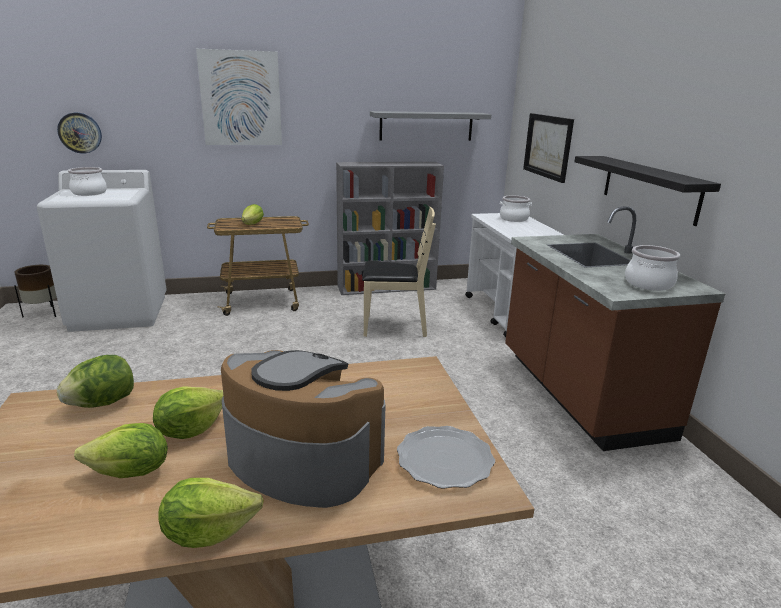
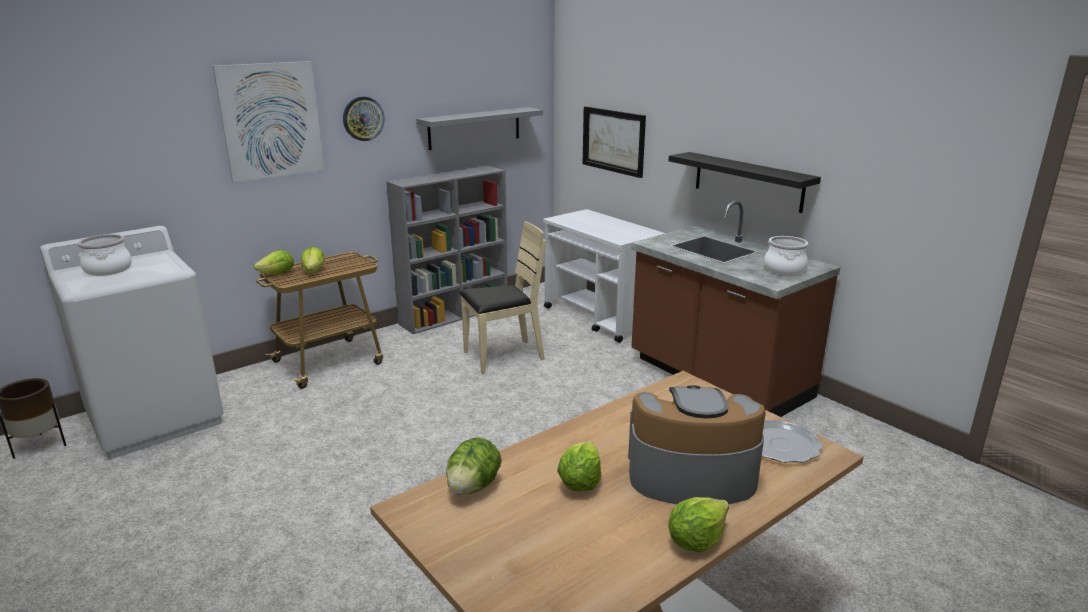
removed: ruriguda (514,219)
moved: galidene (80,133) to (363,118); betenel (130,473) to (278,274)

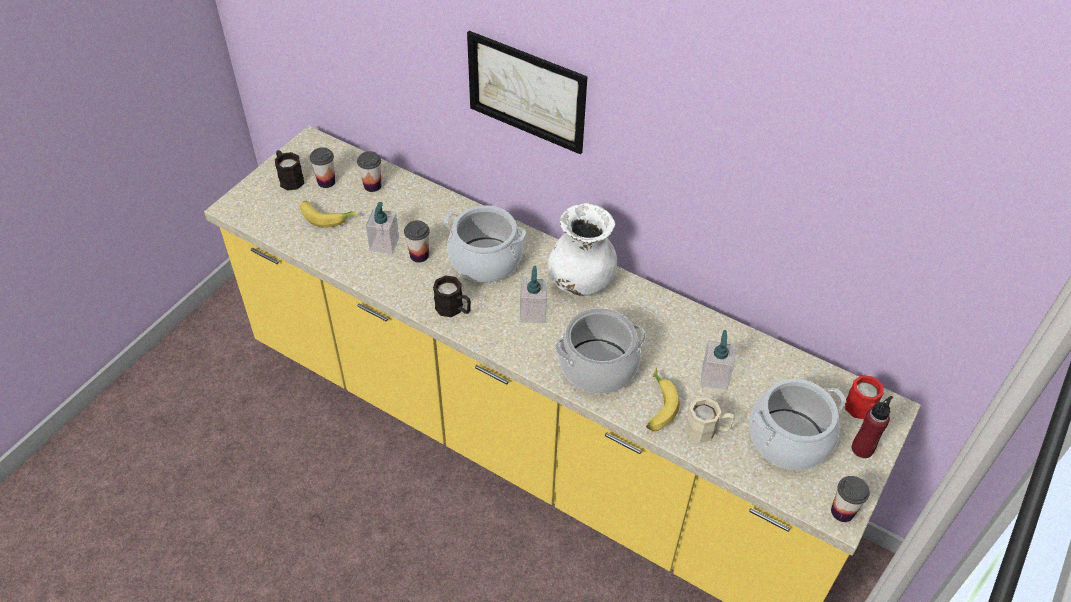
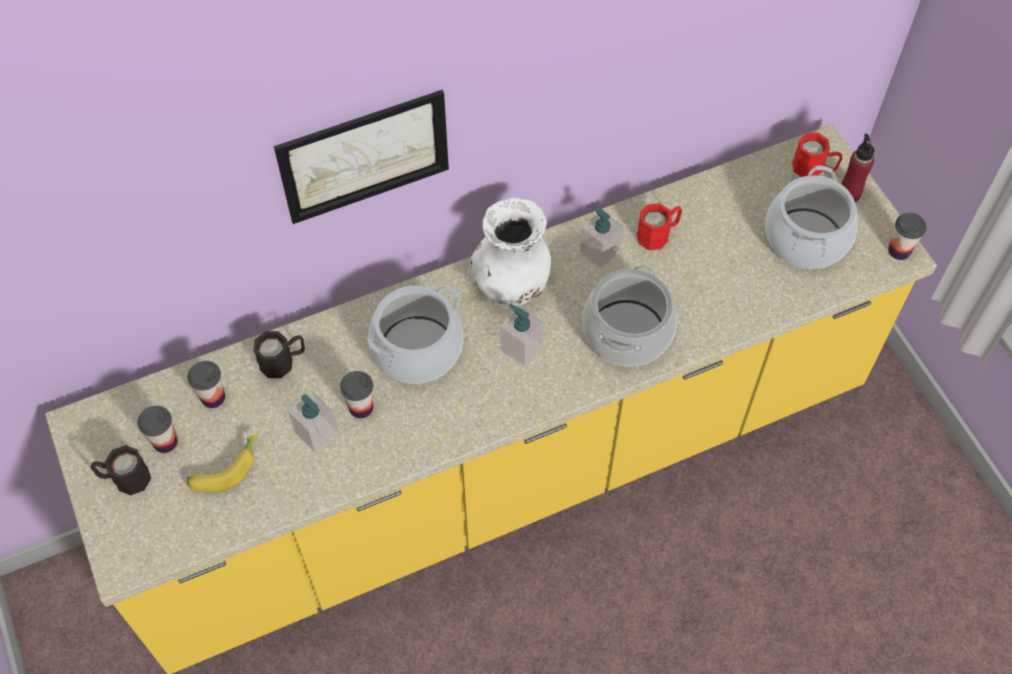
removed: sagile (656,406); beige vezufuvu (707,430)
added: red vezufuvu (658,234)
moved: black vezufuvu (454,309) to (283,361); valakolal (714,377) to (599,251)

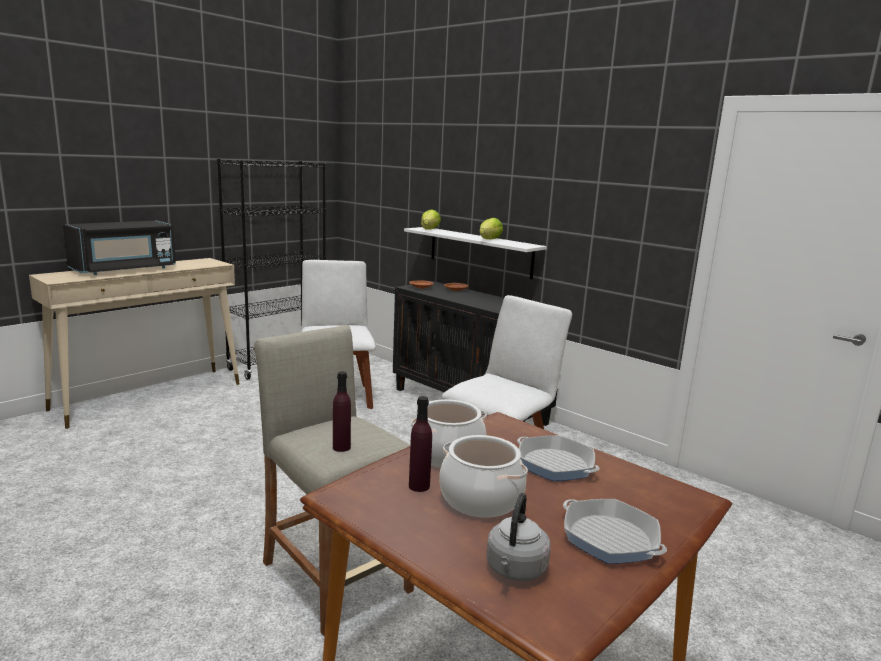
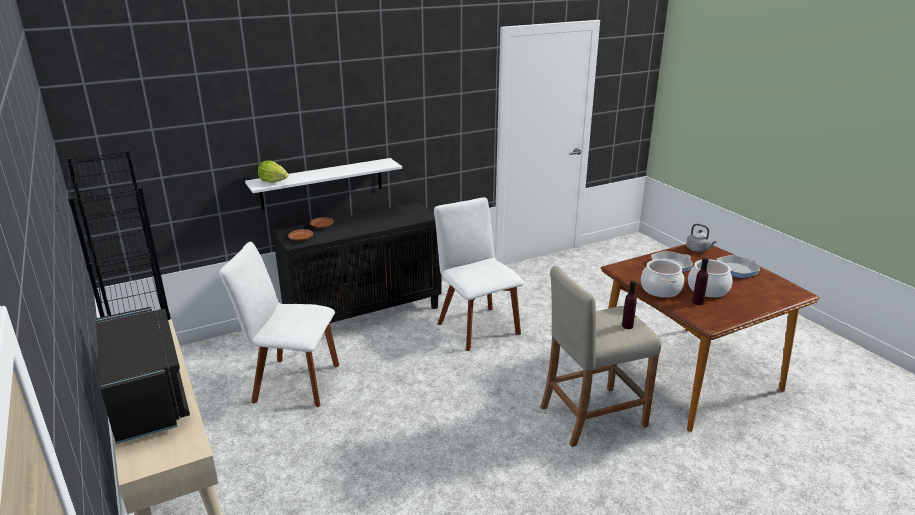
removed: betenel (489,240)
moved: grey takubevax (515,570) to (698,250)

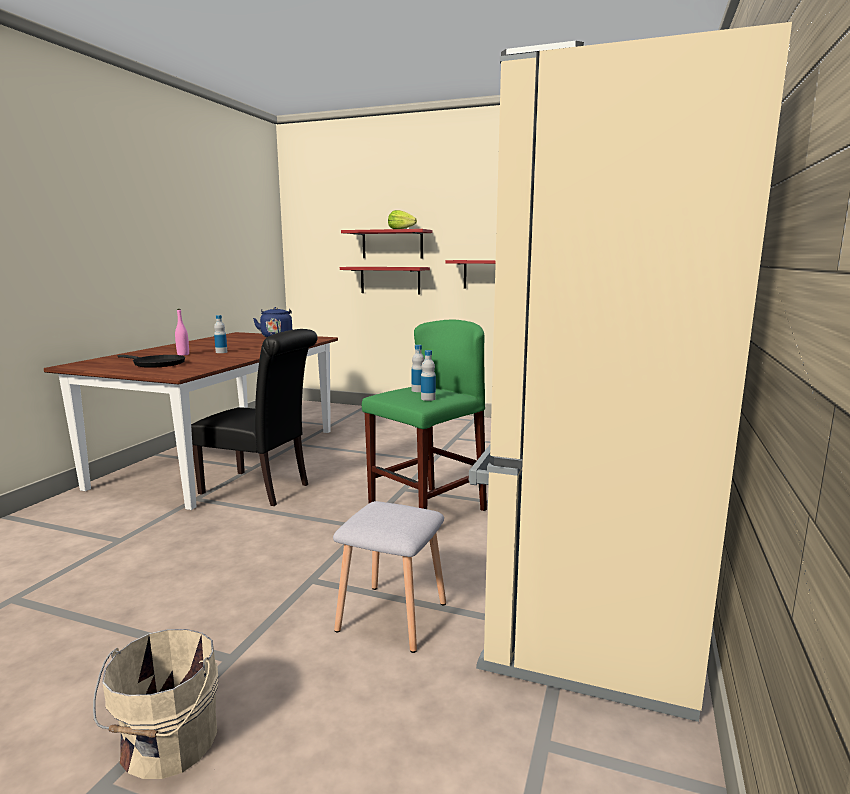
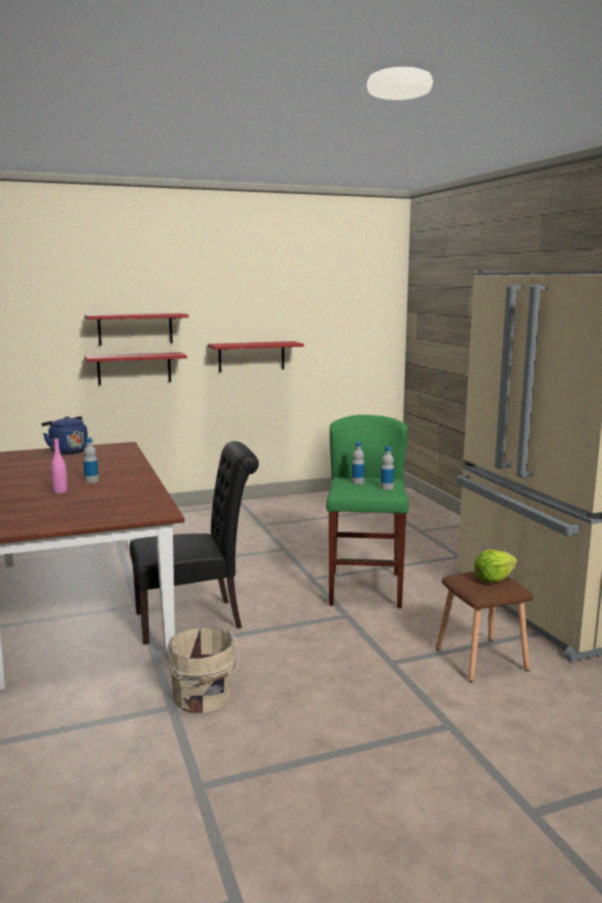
removed: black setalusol (156,364)
moved: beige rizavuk (167,744) to (203,698); betenel (400,229) to (493,579)
recoloured: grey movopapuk (392,618) to brown movopapuk (482,660)

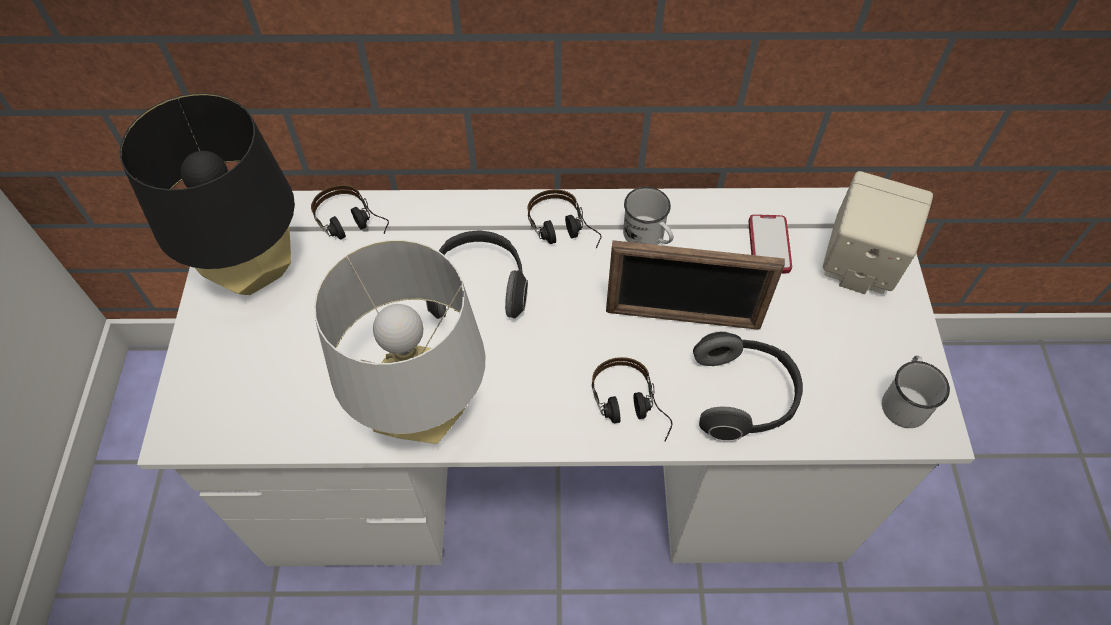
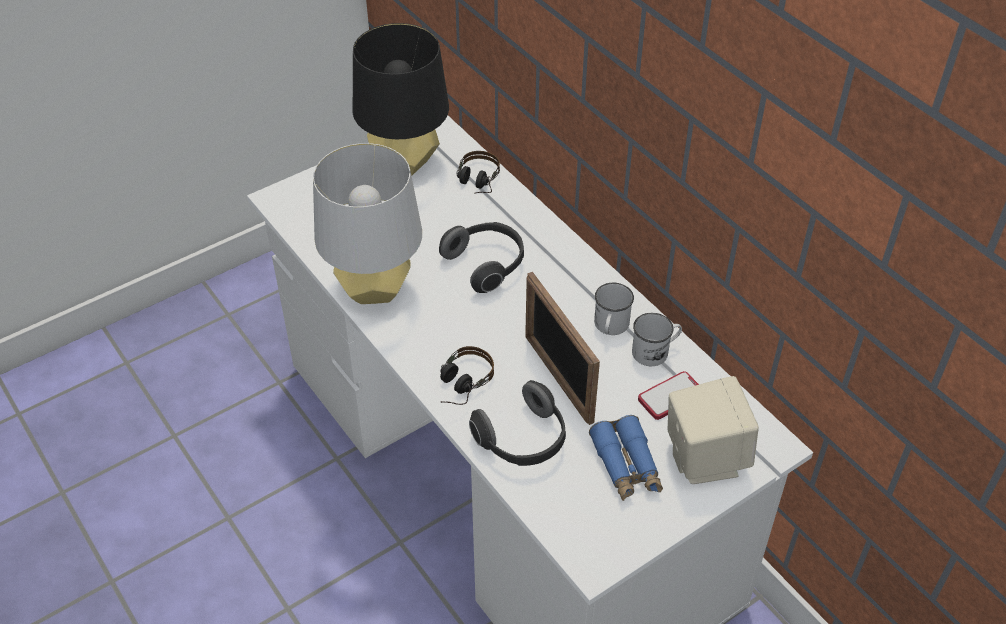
removed: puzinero (564,234)
added: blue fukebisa (626,466)
moved: white vezufuvu (904,400) to (655,351)

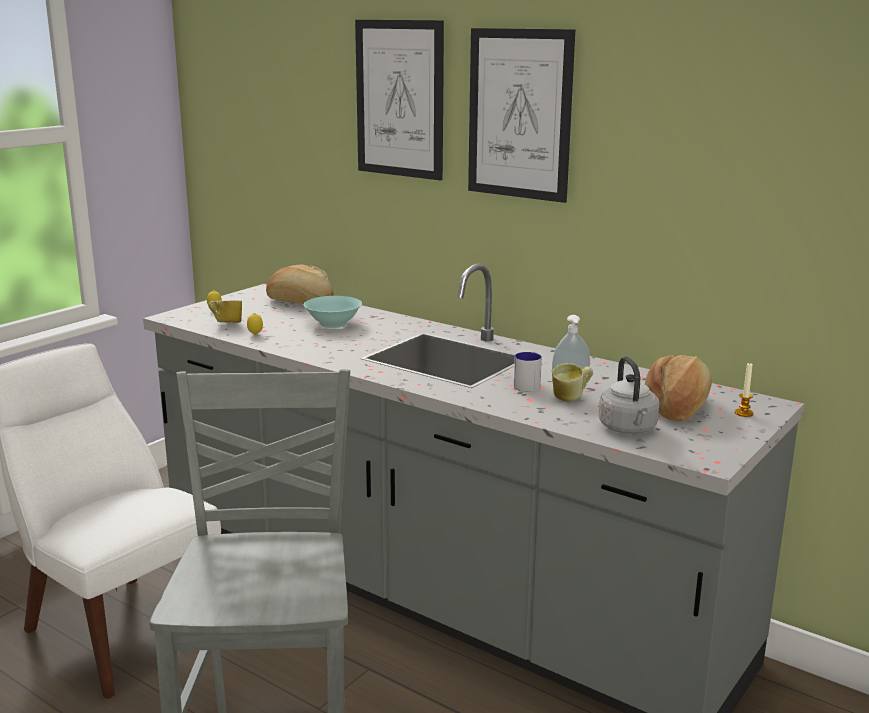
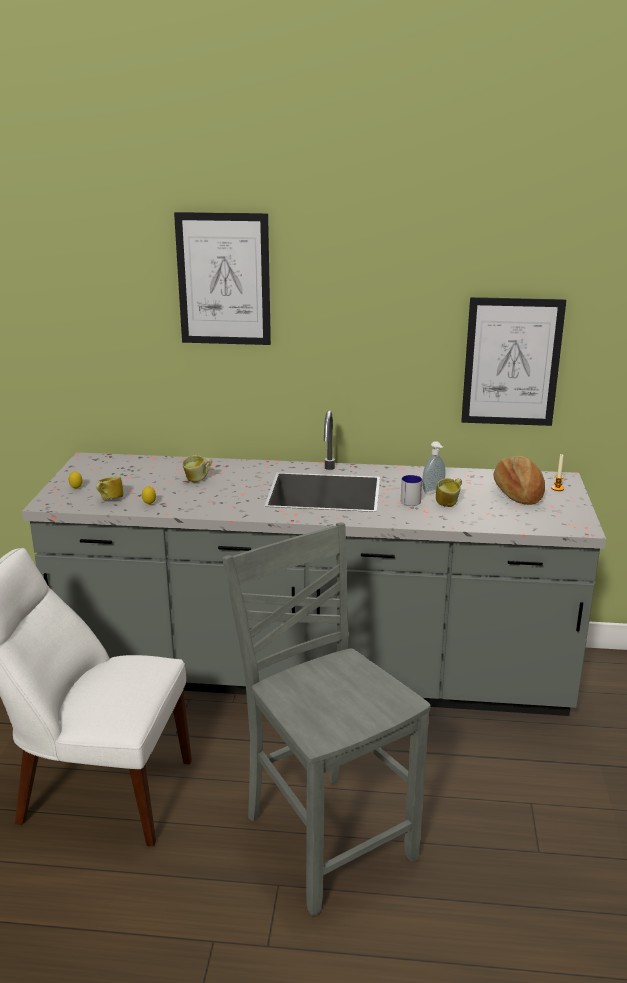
removed: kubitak (300,302); grey takubevax (628,429)
moved: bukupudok (519,114) to (511,362)
replaced: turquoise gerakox (334,324) to vezufuvu (198,480)

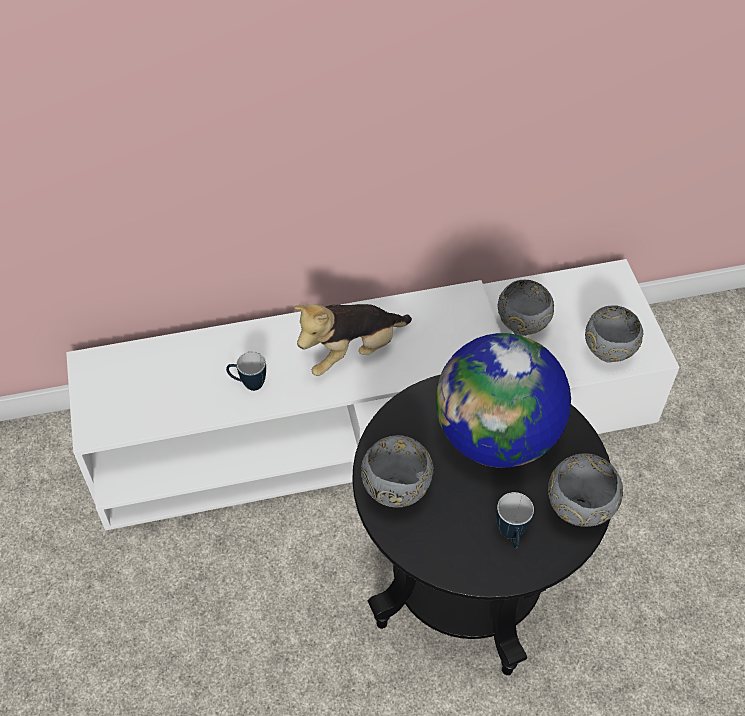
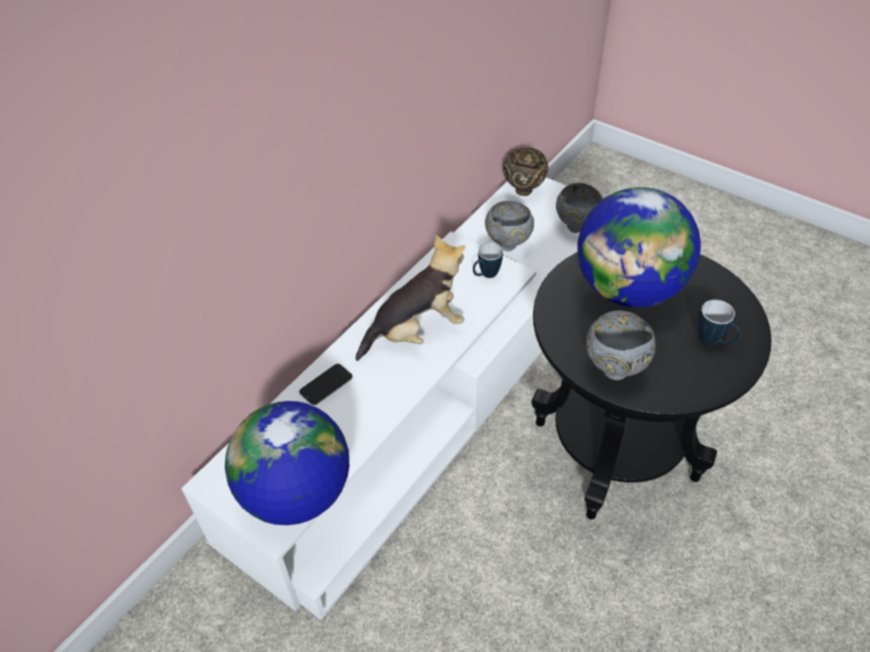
removed: grey gerakox (577,513)
added: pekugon (296,494); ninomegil (326,385); brown gerakox (523,190)
moved: vezufuvu (248,384) to (485,275)
turned: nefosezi (351,352) = (416,331) 135 degrees counterclockwise

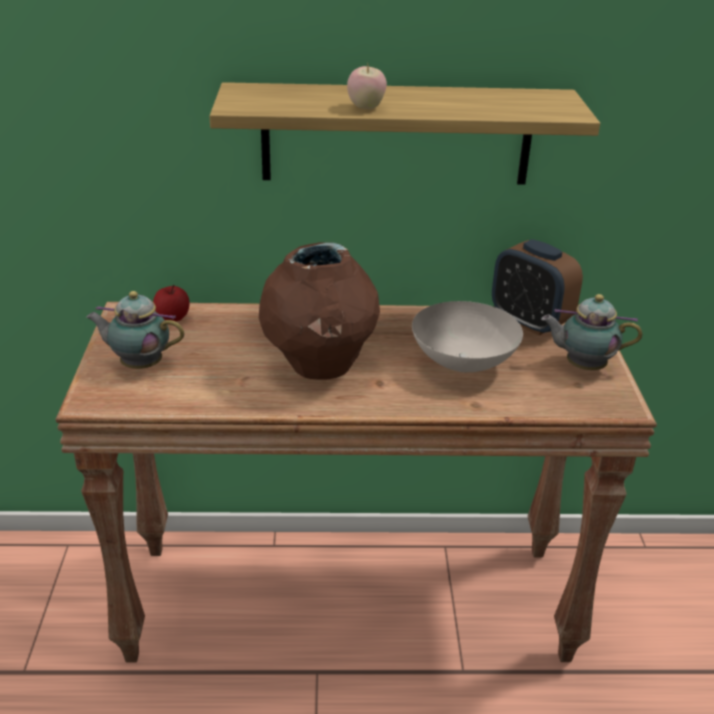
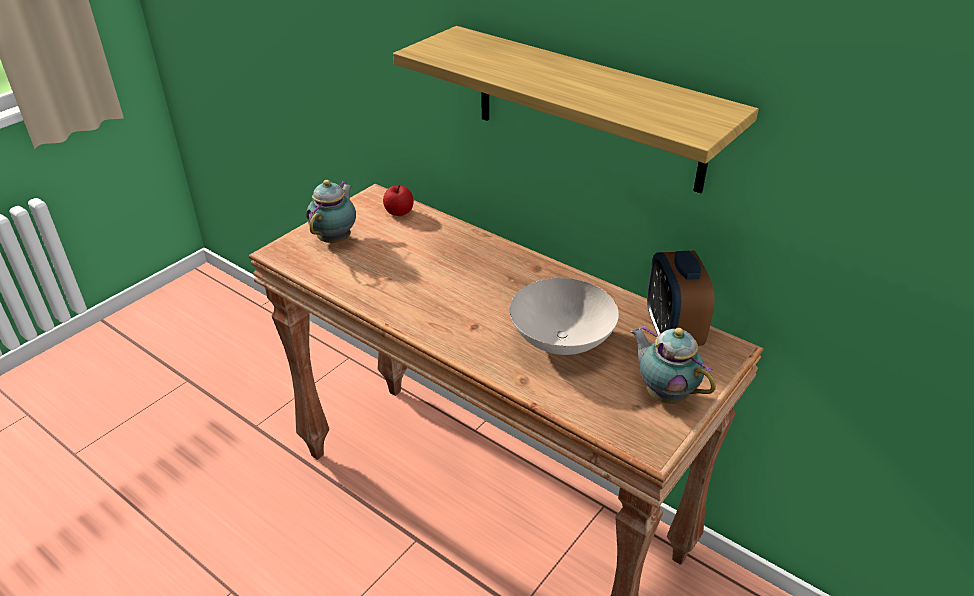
removed: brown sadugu (319,367); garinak (366,107)
turned: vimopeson (139,365) = (336,239) 60 degrees clockwise

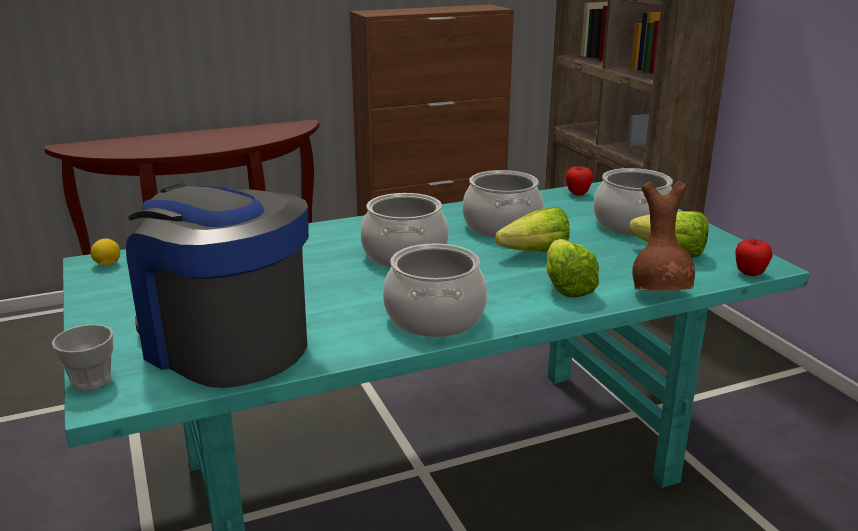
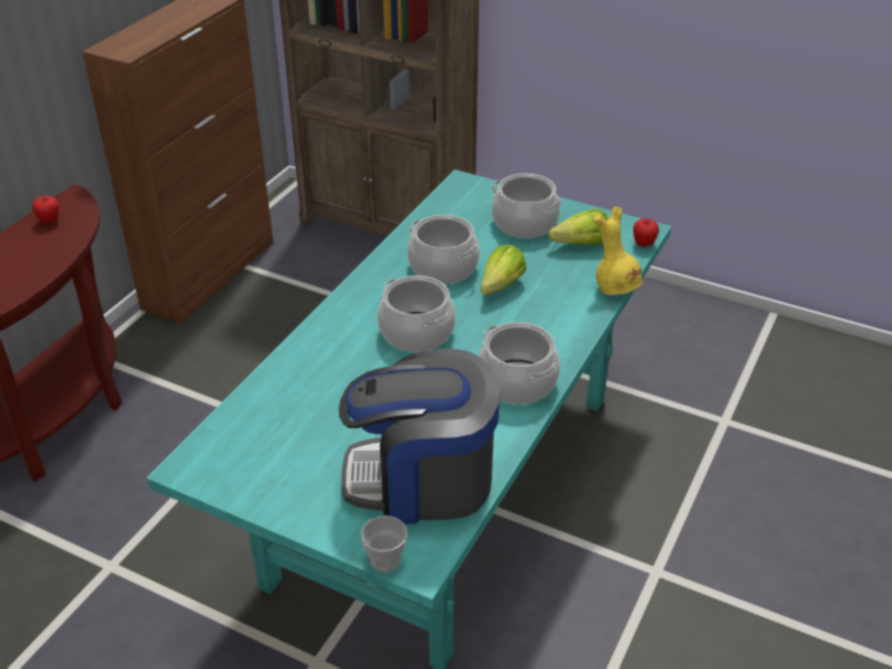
removed: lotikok (107,264); betenel (566,284)
moved: garinak (578,194) to (49,221)
recoloured: brown sadugu (661,293) to yellow sadugu (616,288)

